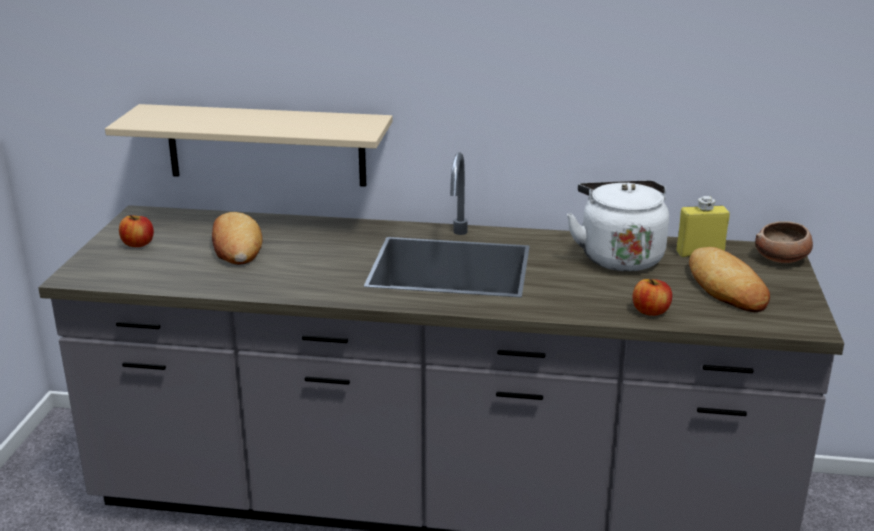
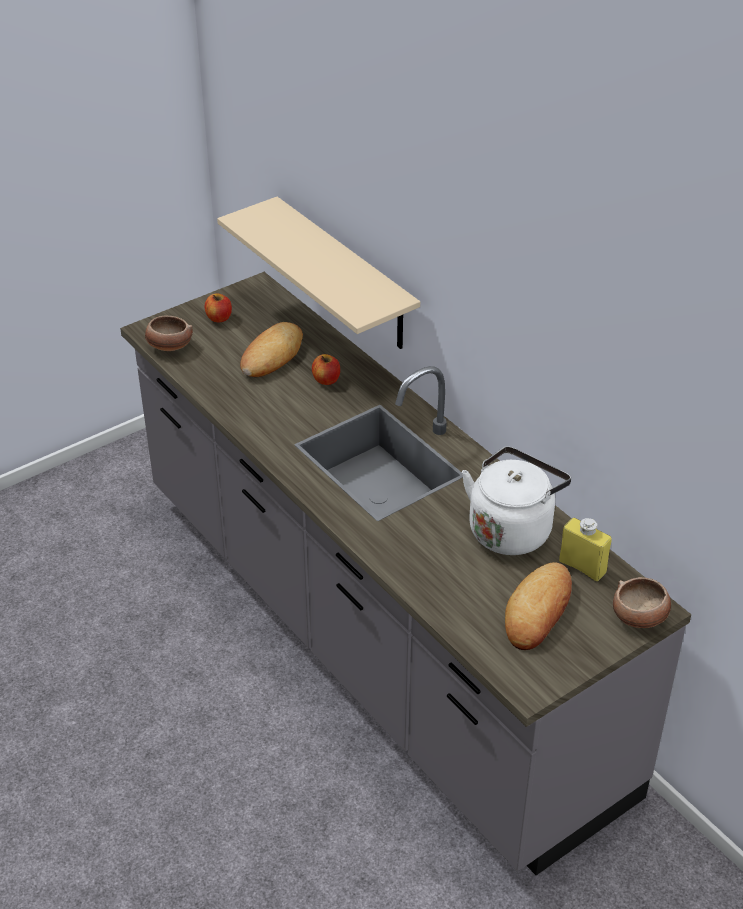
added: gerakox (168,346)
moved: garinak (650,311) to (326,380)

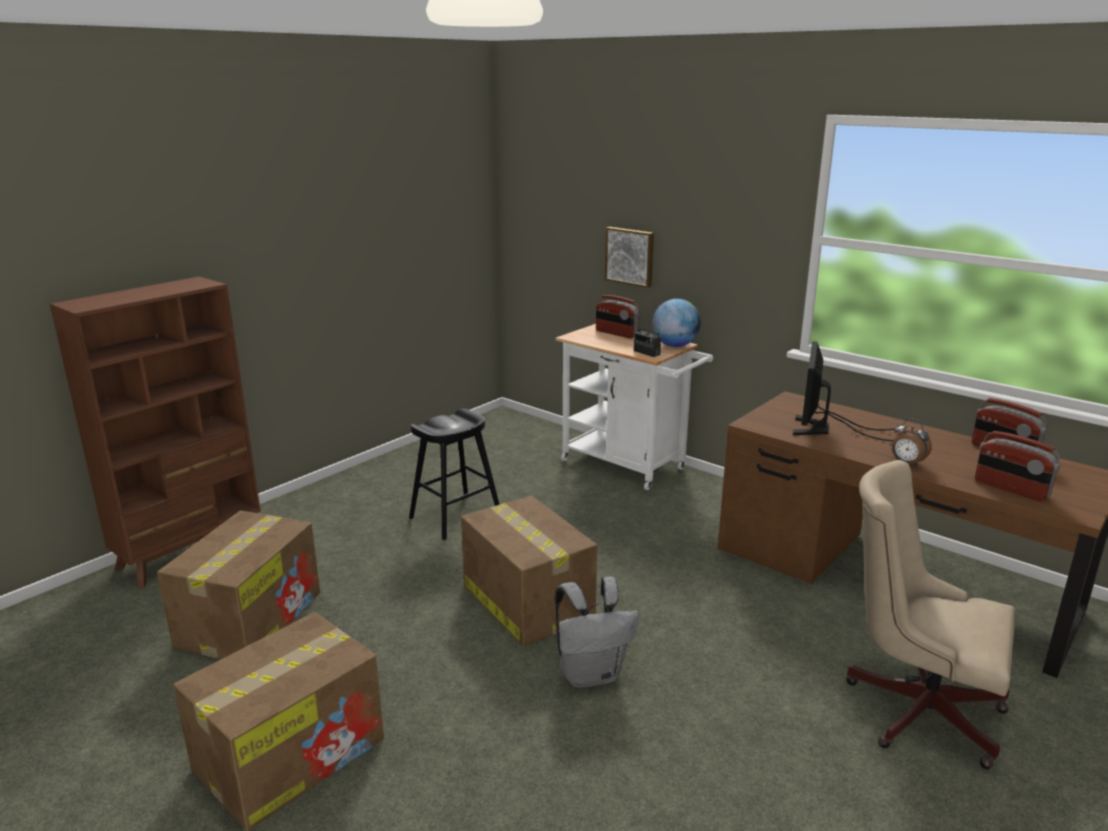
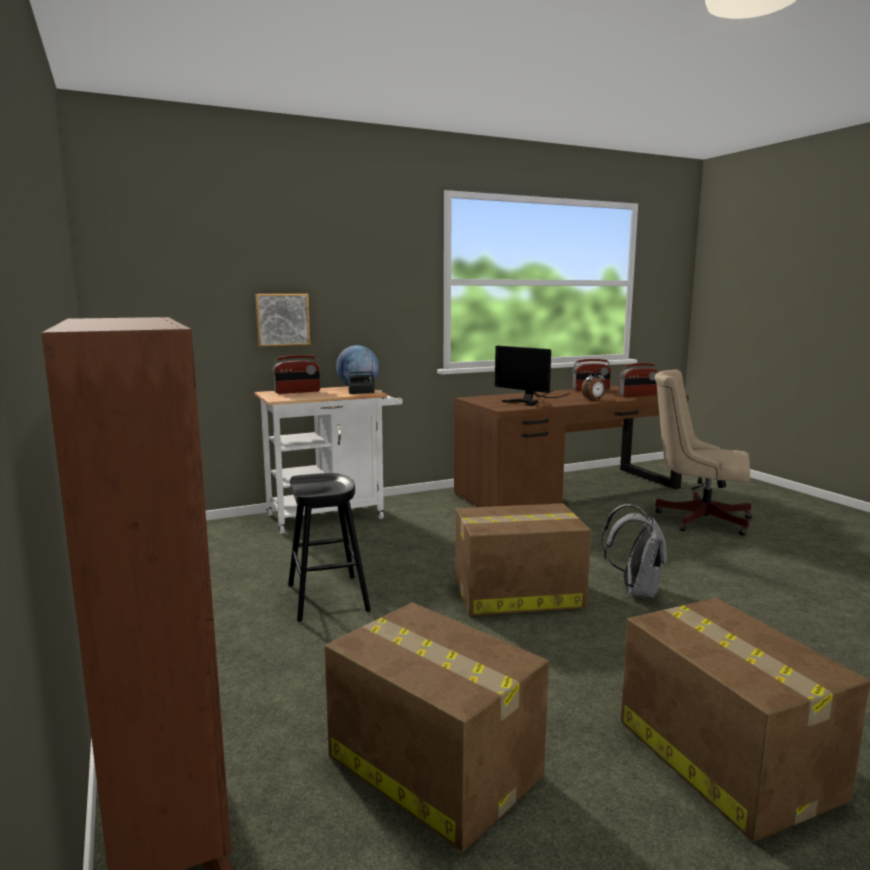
turned: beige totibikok (914,707) = (697,519) 60 degrees clockwise

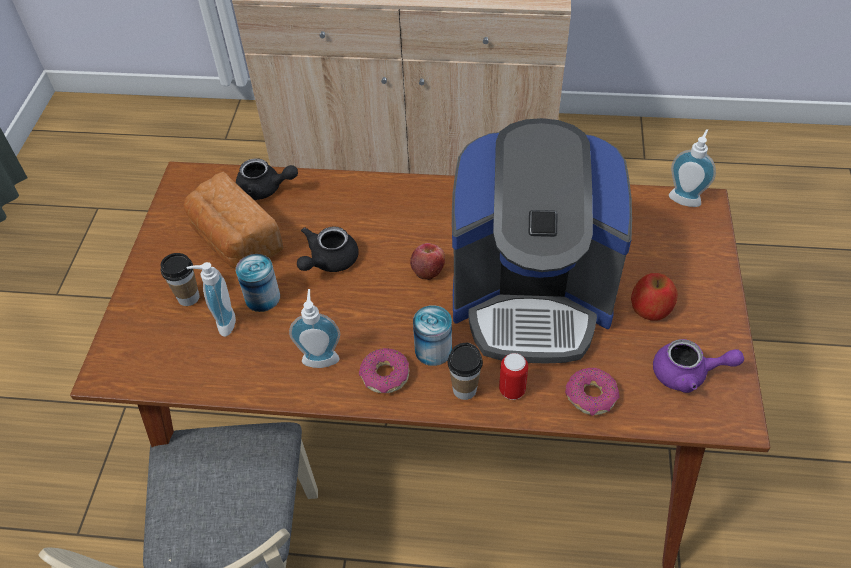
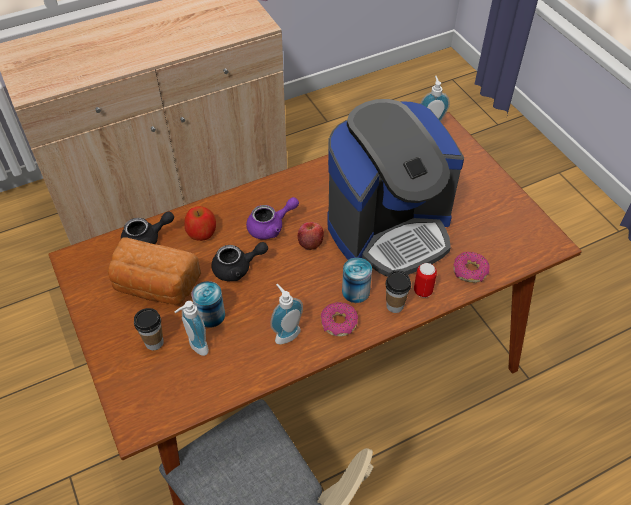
moved: garinak (651,308) to (201,232); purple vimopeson (688,374) to (271,227)
turned: black vimopeson (329,261) = (237,268) 105 degrees counterclockwise

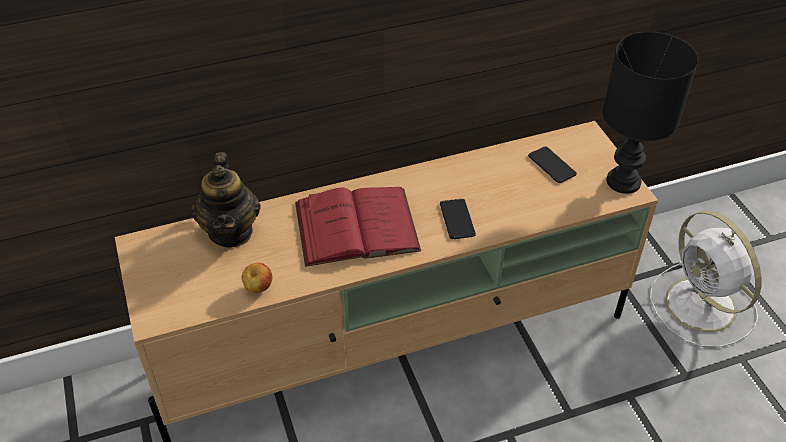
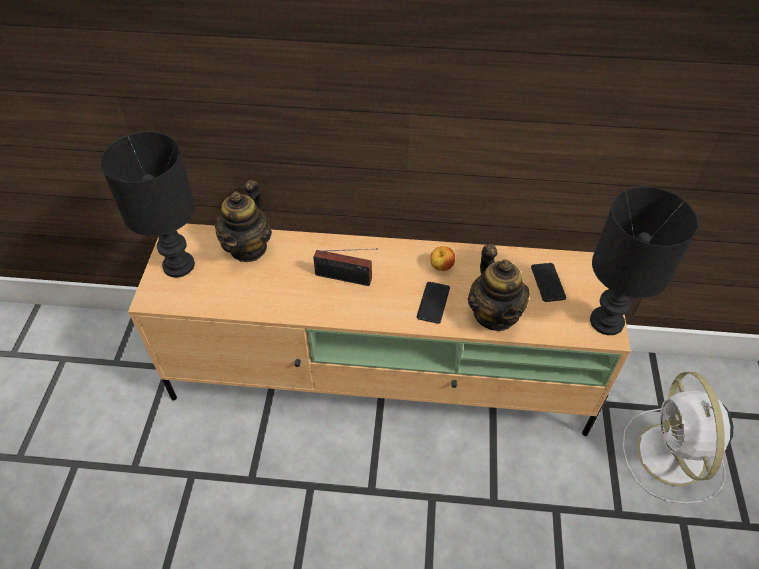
added: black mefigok (179,264); vimopeson (494,314)
moved: garinak (258,288) to (441,267)
replaced: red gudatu (356,226) to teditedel (346,278)

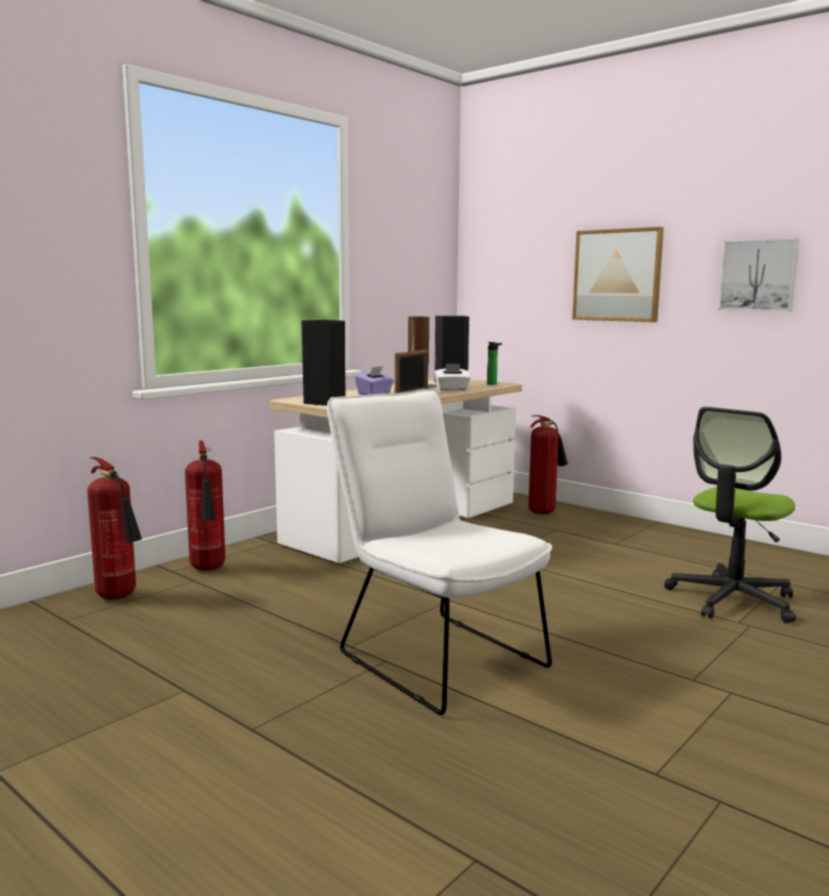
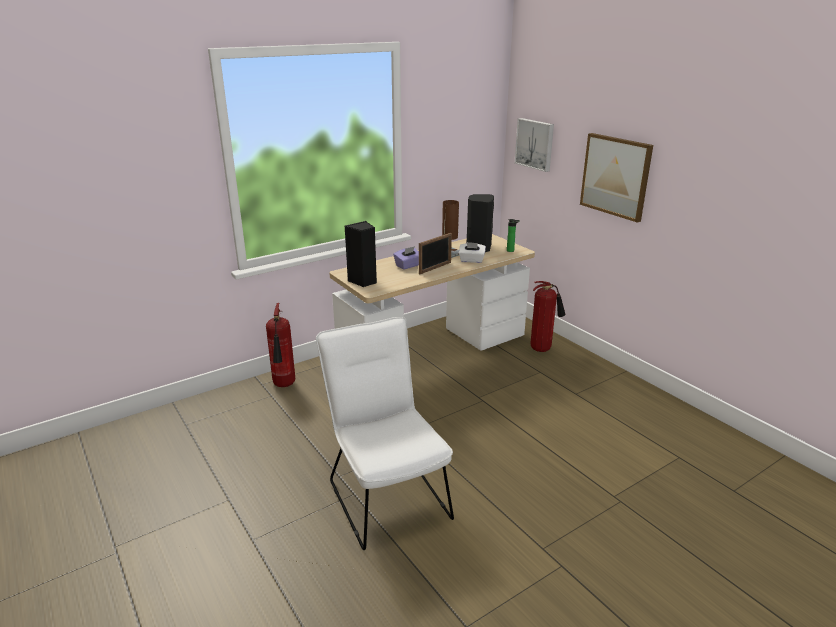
removed: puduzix (120,597); totibikok (732,600)
moved: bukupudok (758,275) to (535,144)

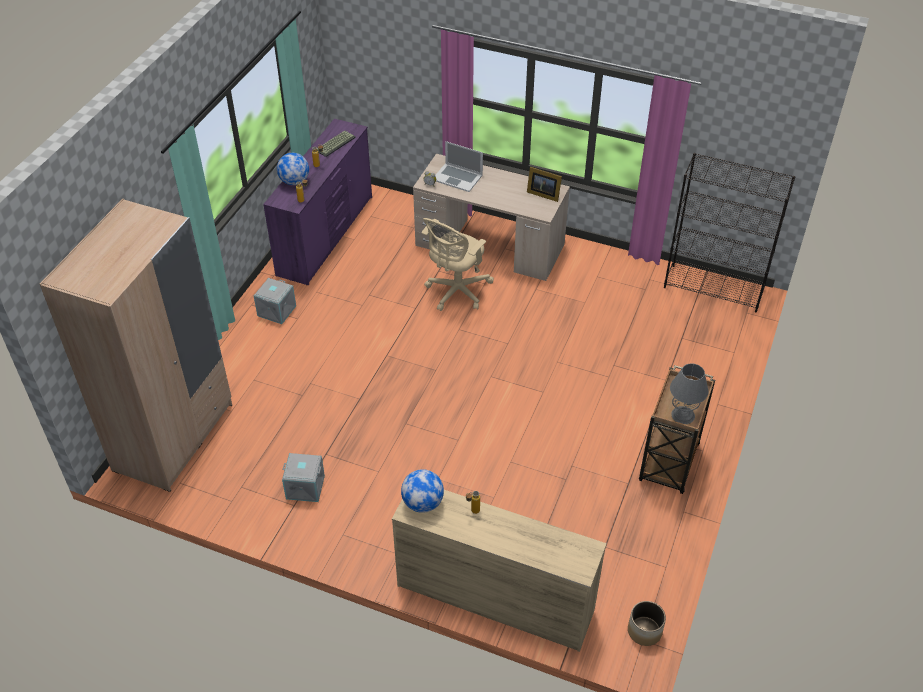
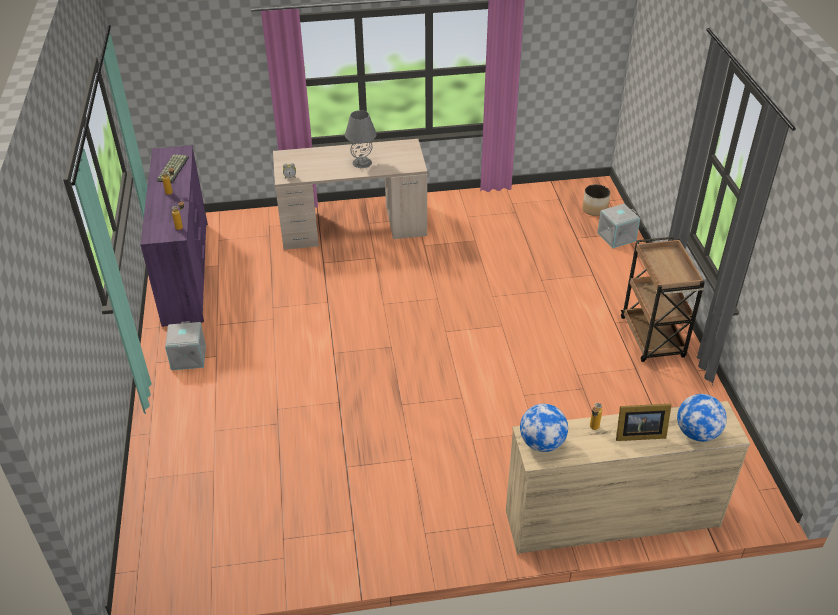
removed: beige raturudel (174,437); beige totibikok (456,292); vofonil (457,177); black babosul (714,288)
moved: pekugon (294,181) to (697,433); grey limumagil (305,486) to (616,236); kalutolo (543,194) to (637,434); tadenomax (645,631) to (595,209); grey mefigok (683,415) to (362,162)

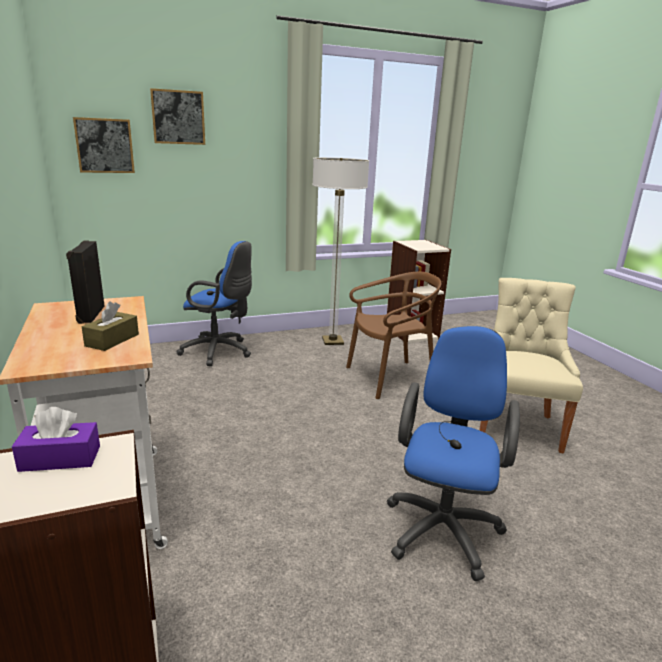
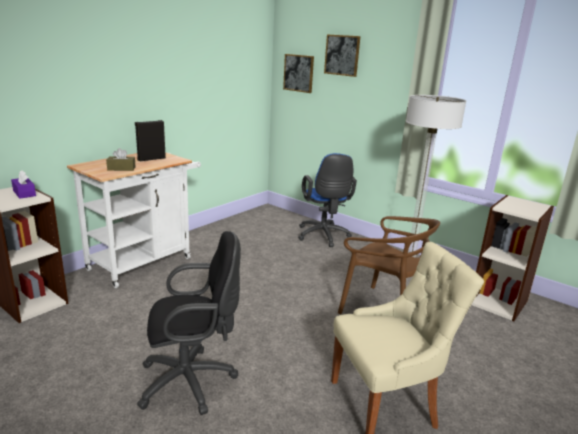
recoloured: blue totibikok (443,525) to black totibikok (192,381)

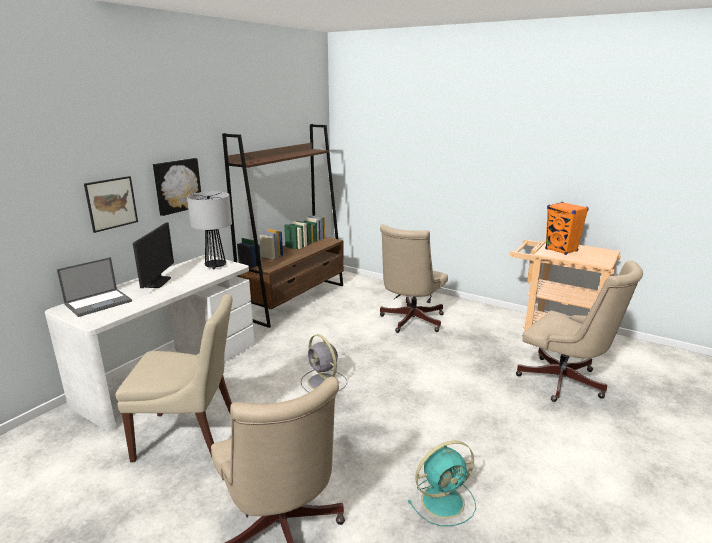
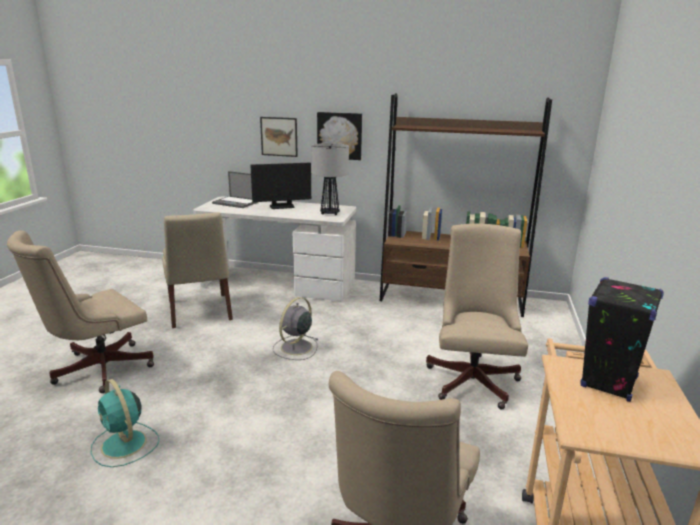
recoloured: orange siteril (561,250) to black siteril (609,383)
turned: beige totibikok (410,321) = (473,378) 90 degrees clockwise

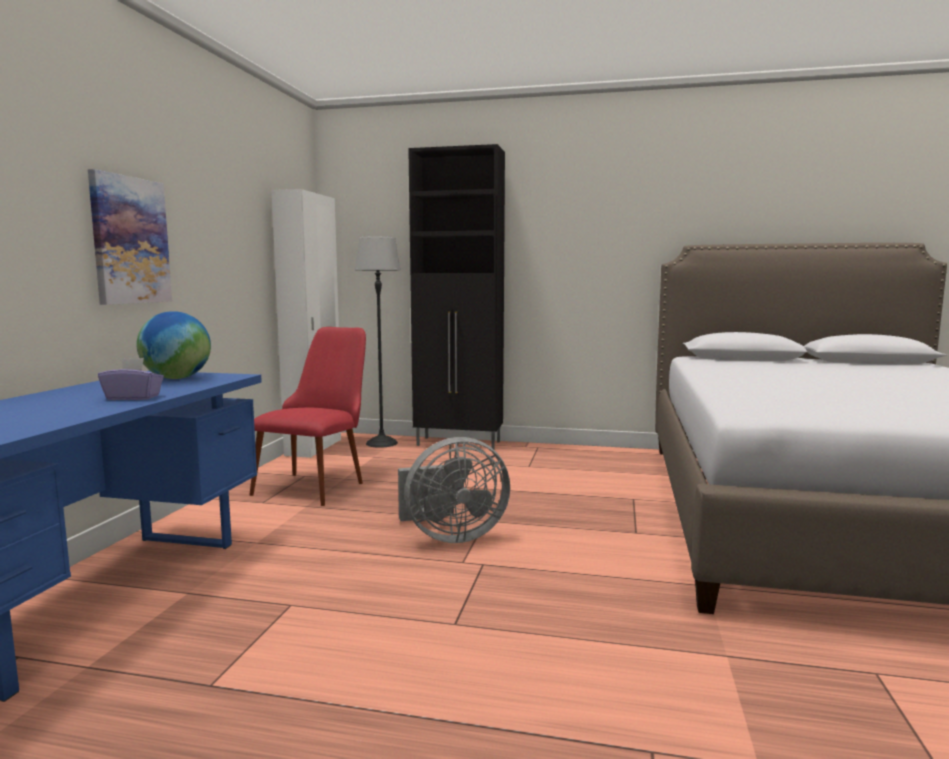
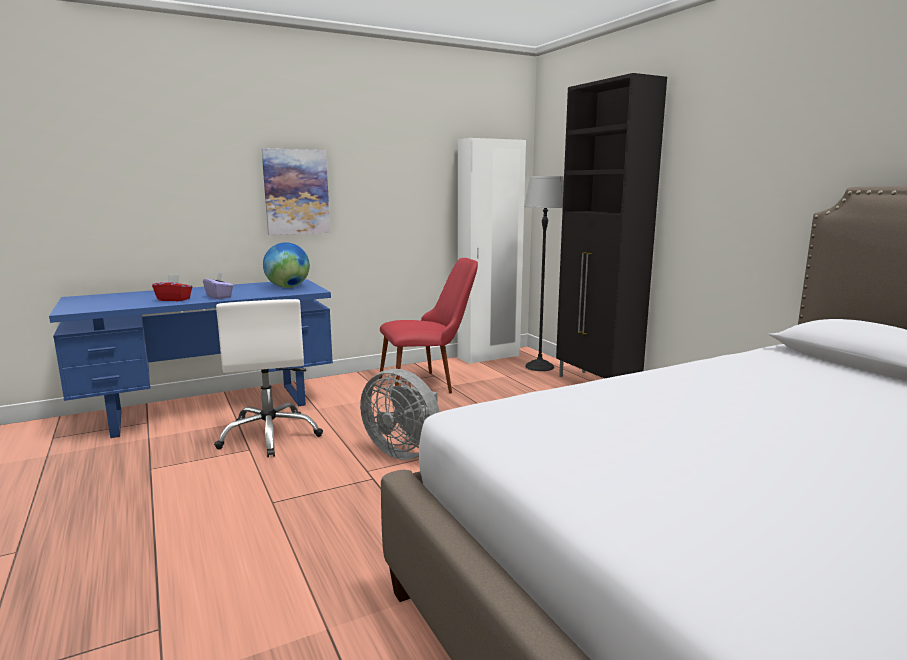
added: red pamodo (174,299); white totibikok (270,435)

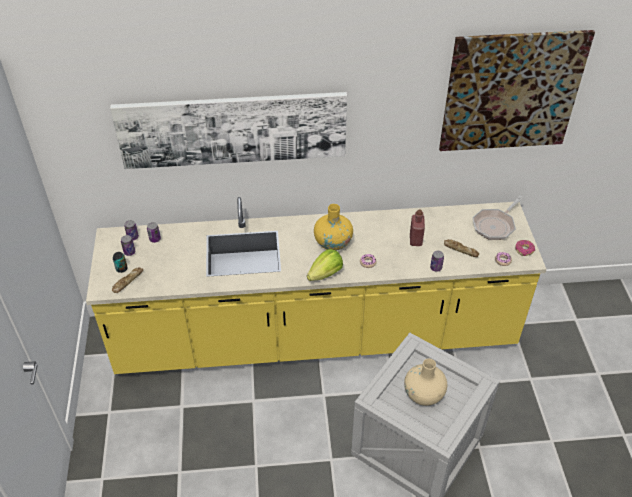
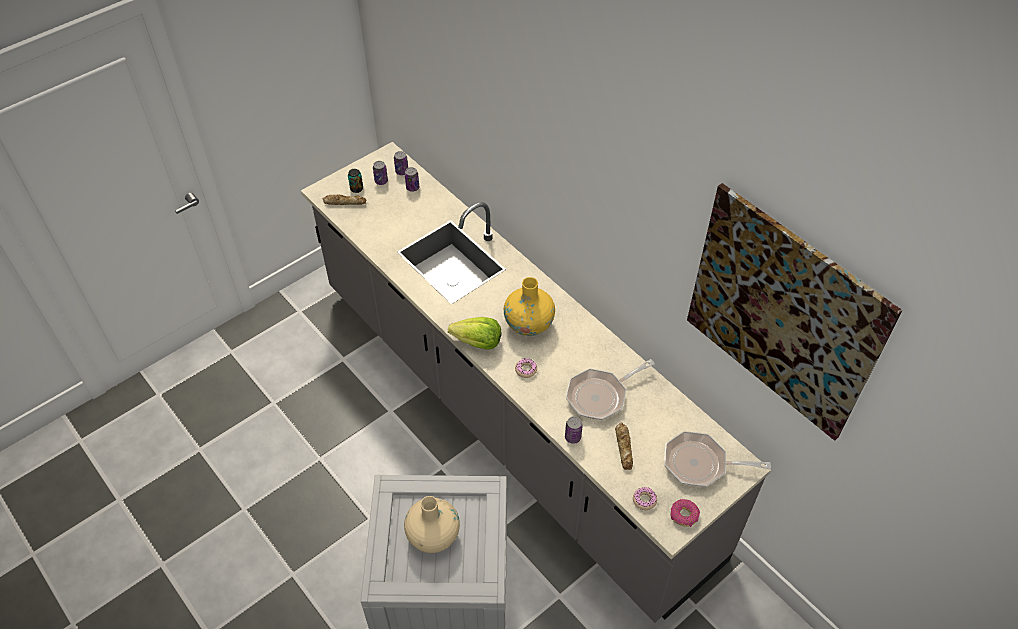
removed: bukupudok (232,129)
replaced: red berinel (415,240) to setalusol (600,395)
recoloured: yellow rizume (316,337) to grey rizume (509,417)

